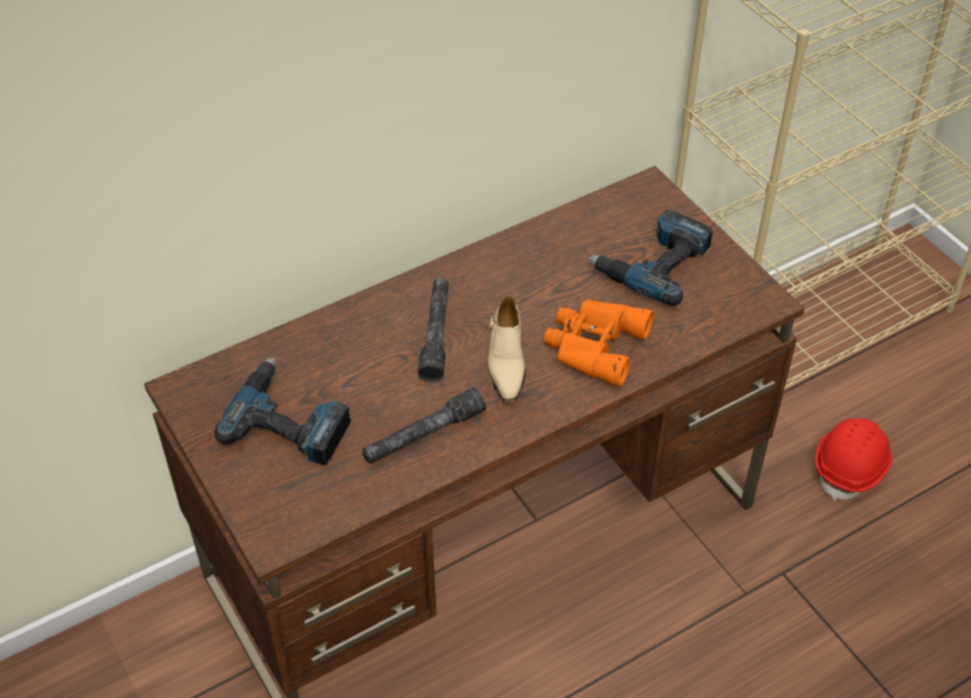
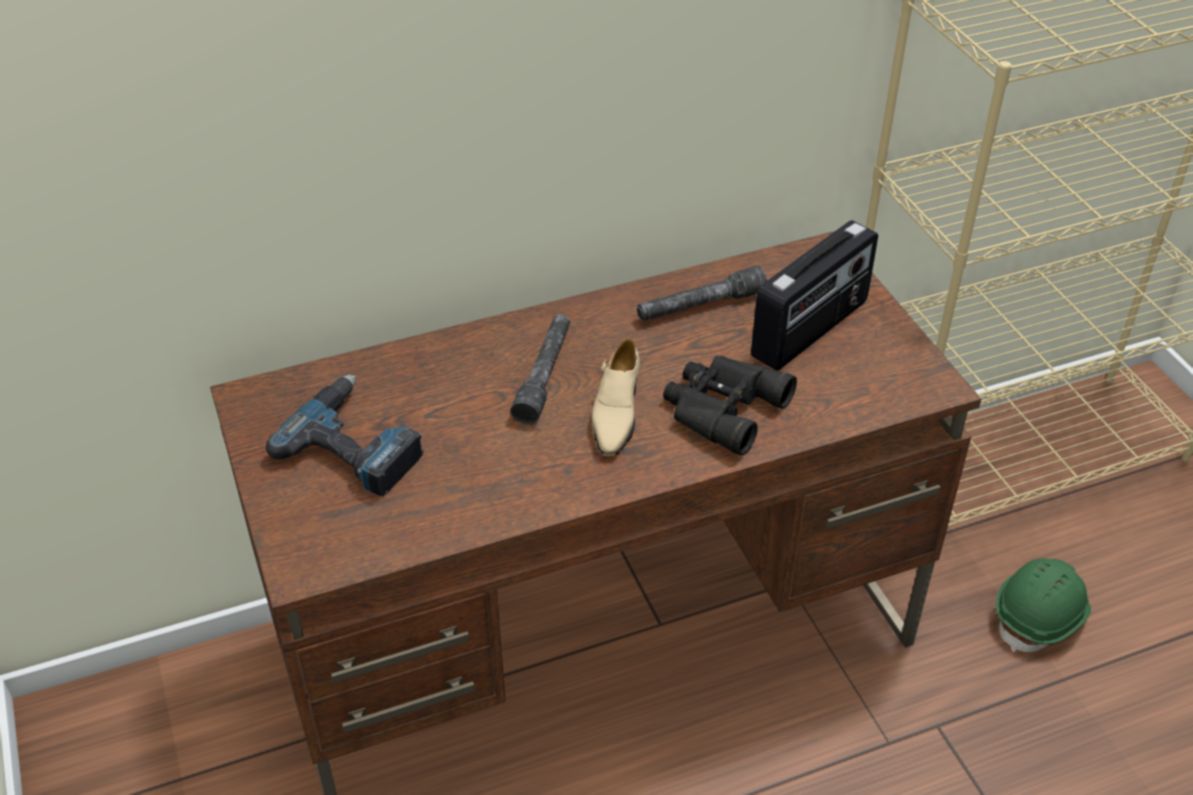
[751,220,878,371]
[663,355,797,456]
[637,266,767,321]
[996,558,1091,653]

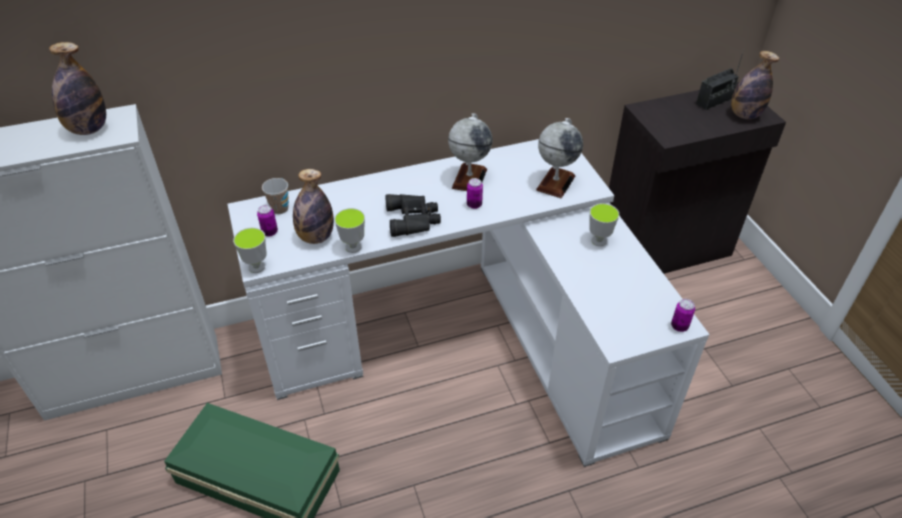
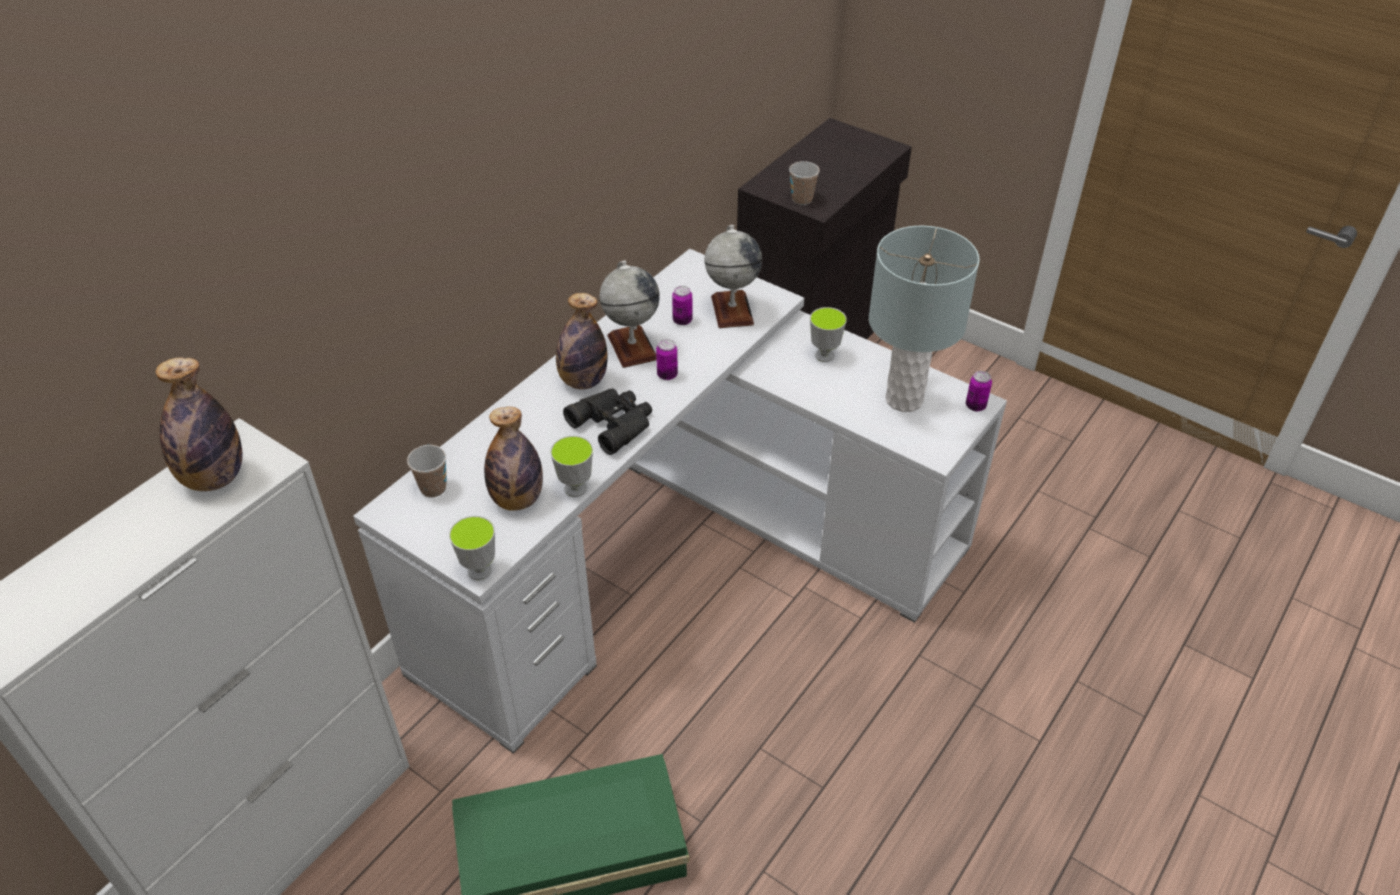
[696,49,744,110] (first image)
[556,293,608,390]
[672,286,692,325]
[789,161,820,205]
[869,226,980,412]

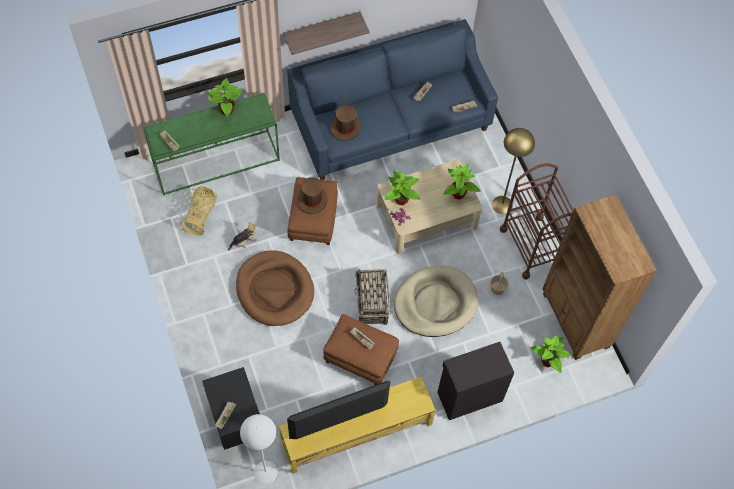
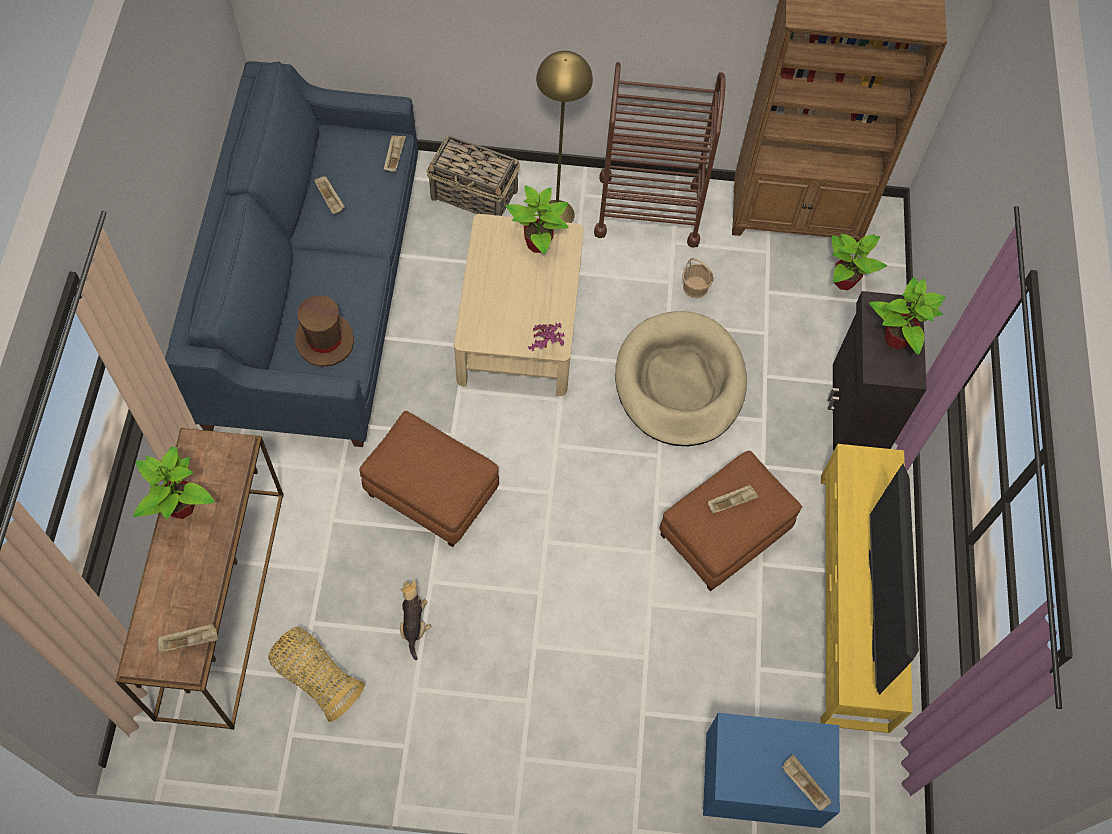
[283,12,370,55] (first image)
[115,428,284,730]
[869,277,946,355]
[297,177,328,214] (first image)
[236,250,314,326] (first image)
[426,135,520,216]
[703,713,840,828]
[240,414,278,484] (first image)

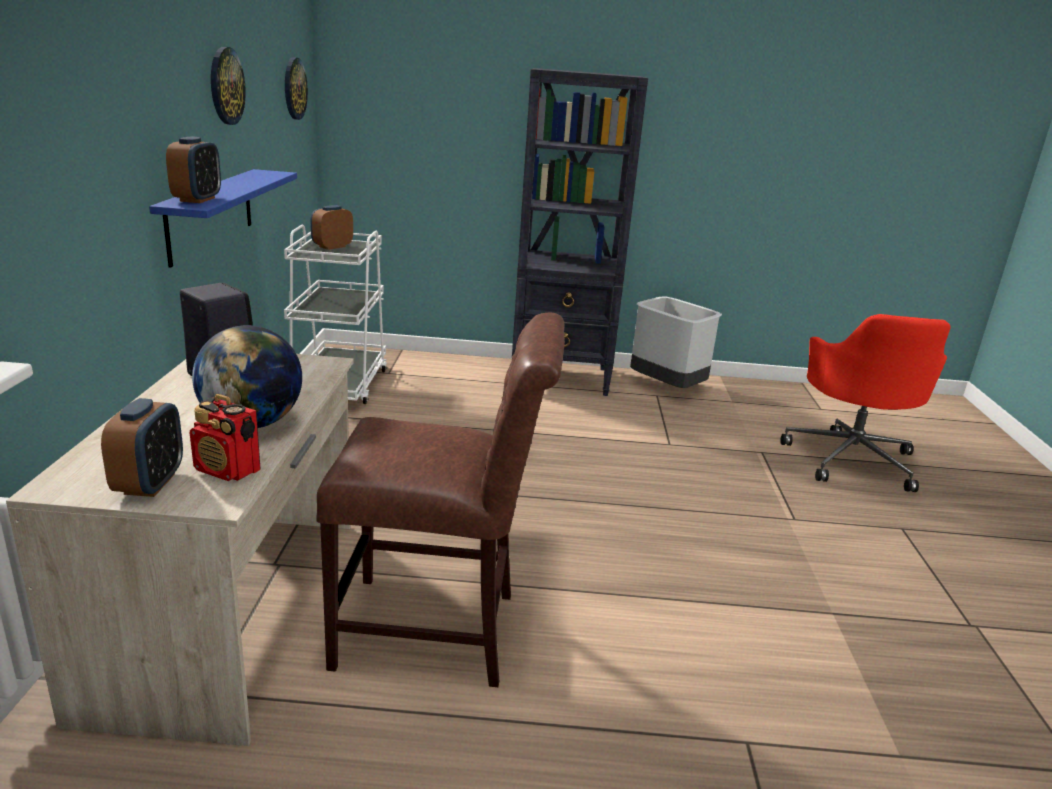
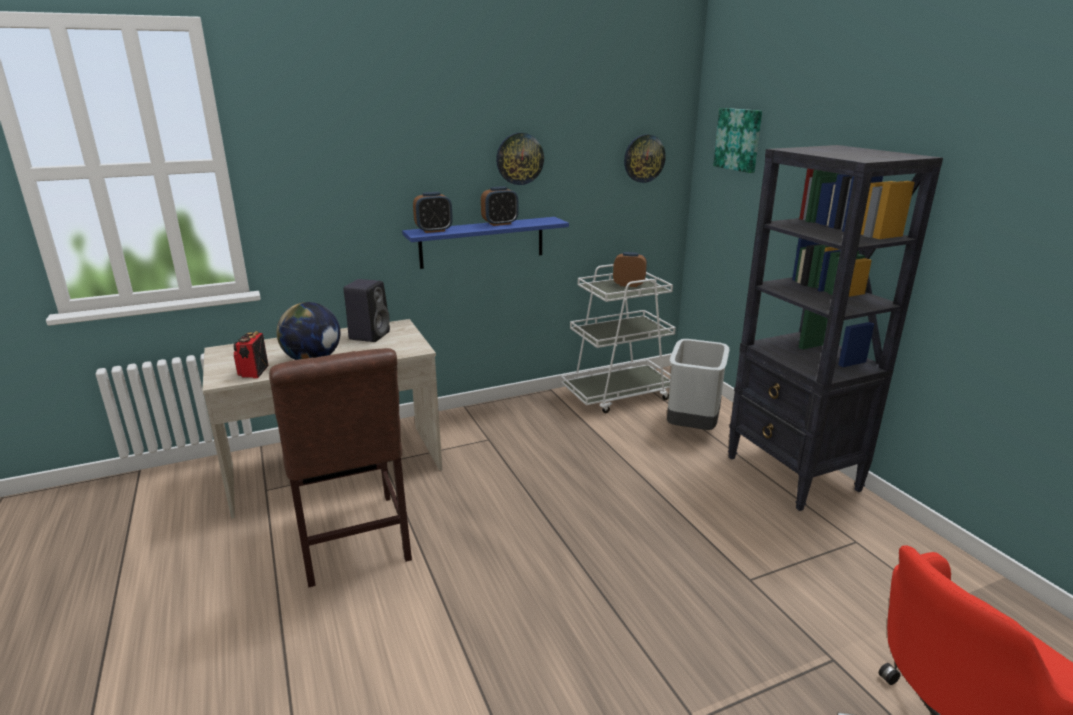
[667,339,729,430]
[481,186,518,226]
[713,108,762,173]

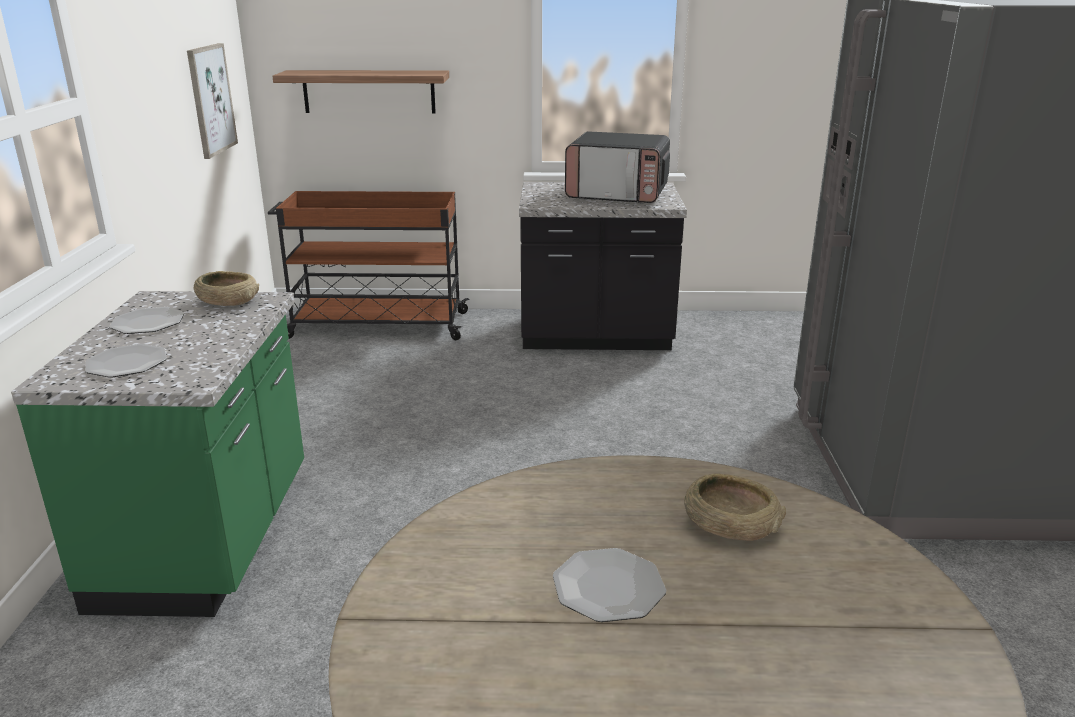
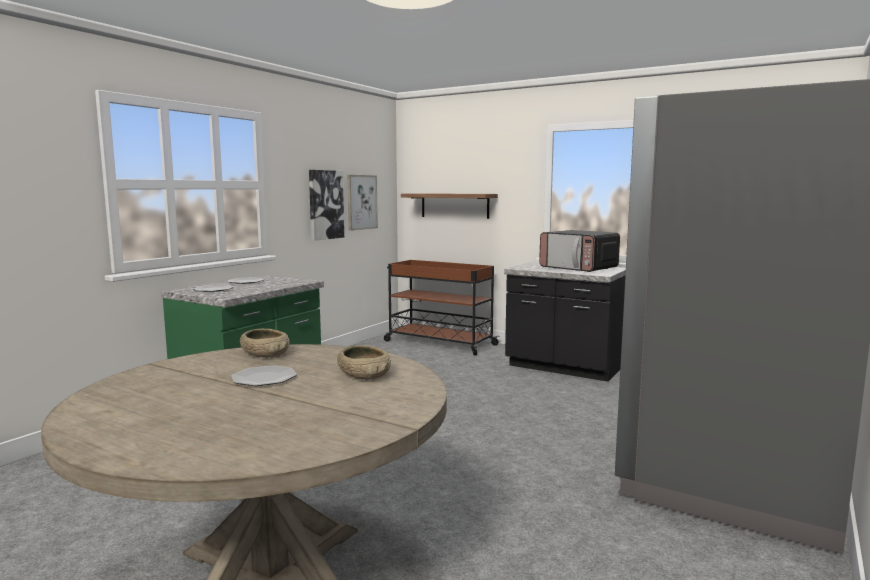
[240,329,290,357]
[309,170,344,241]

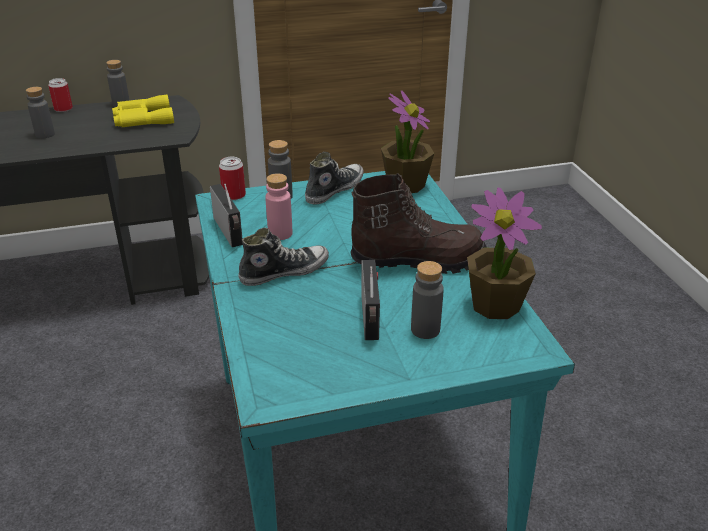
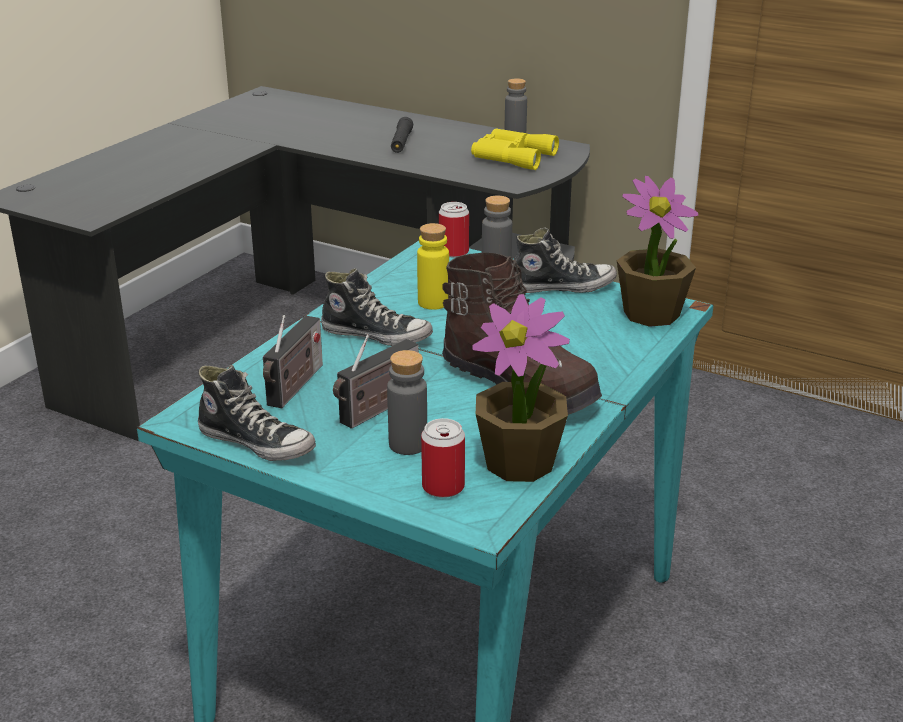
[421,418,465,498]
[391,117,413,153]
[417,223,449,310]
[263,315,323,408]
[198,365,316,461]

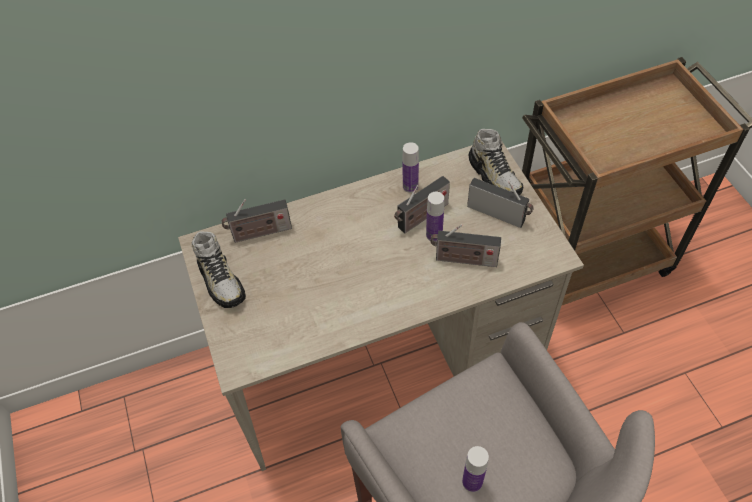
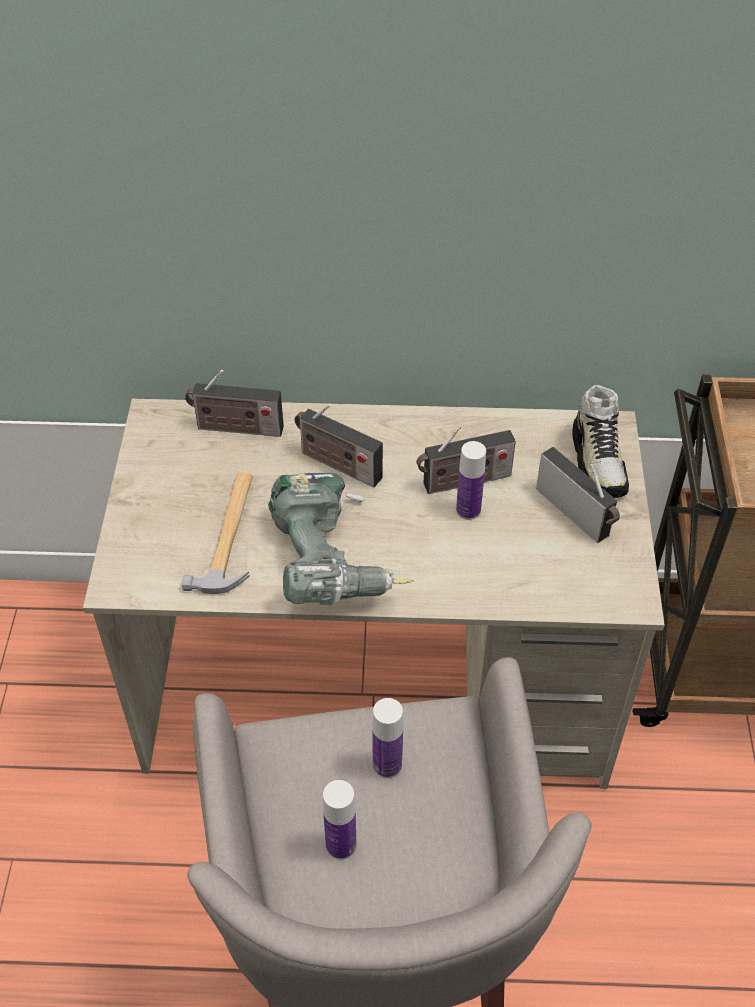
[372,698,403,778]
[295,404,383,487]
[191,231,246,308] (first image)
[182,472,253,594]
[268,472,415,605]

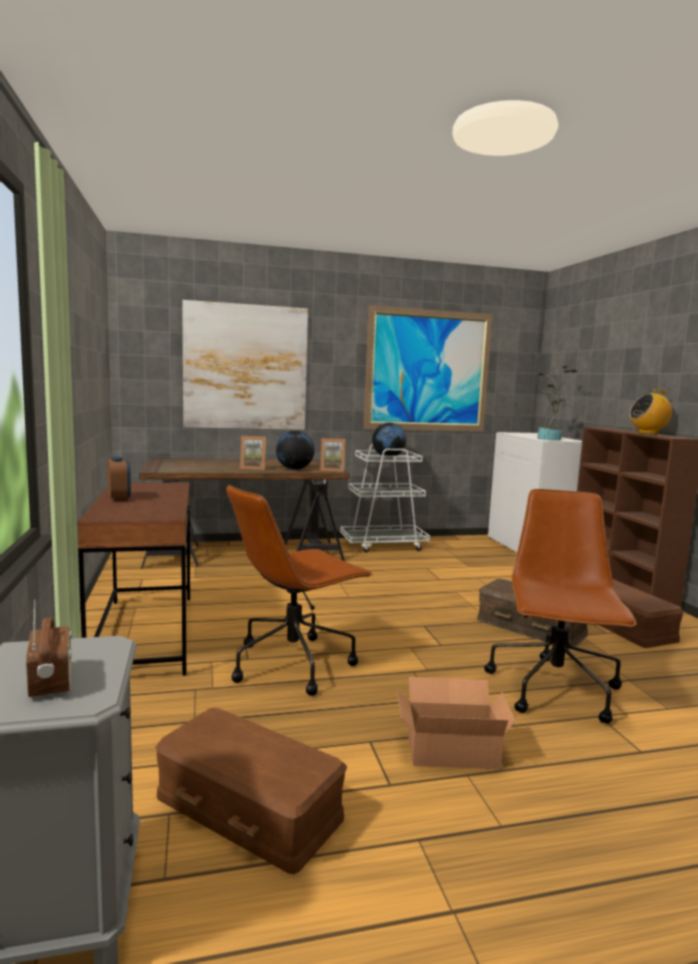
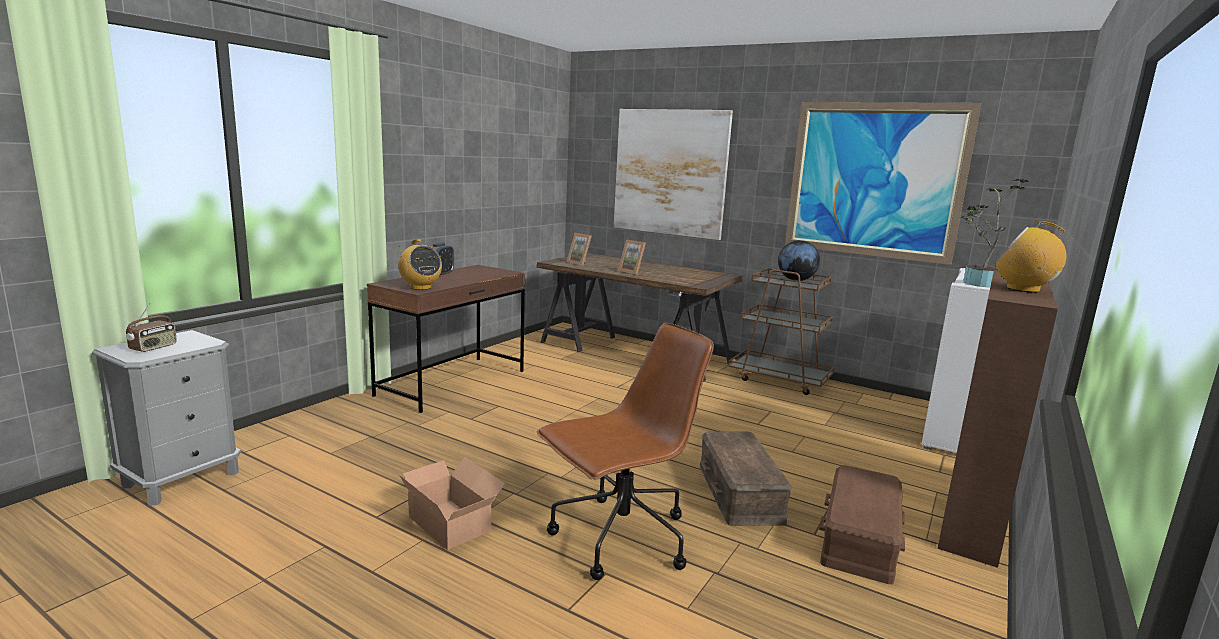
[276,431,315,470] (first image)
[567,233,591,266]
[728,268,834,395]
[226,485,373,696] (first image)
[155,708,347,874] (first image)
[398,239,442,290]

